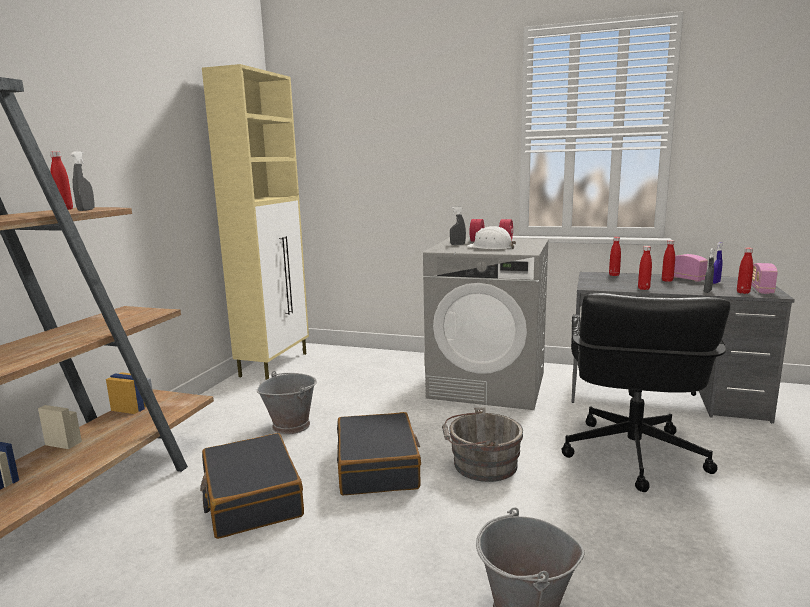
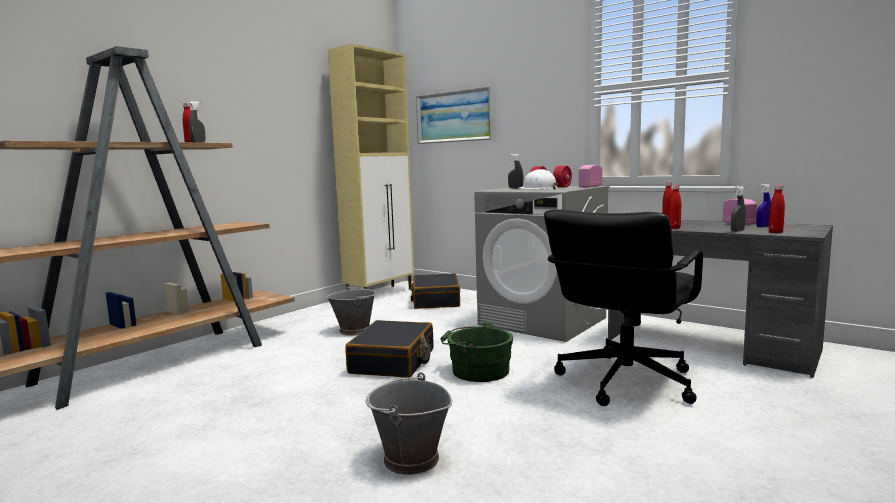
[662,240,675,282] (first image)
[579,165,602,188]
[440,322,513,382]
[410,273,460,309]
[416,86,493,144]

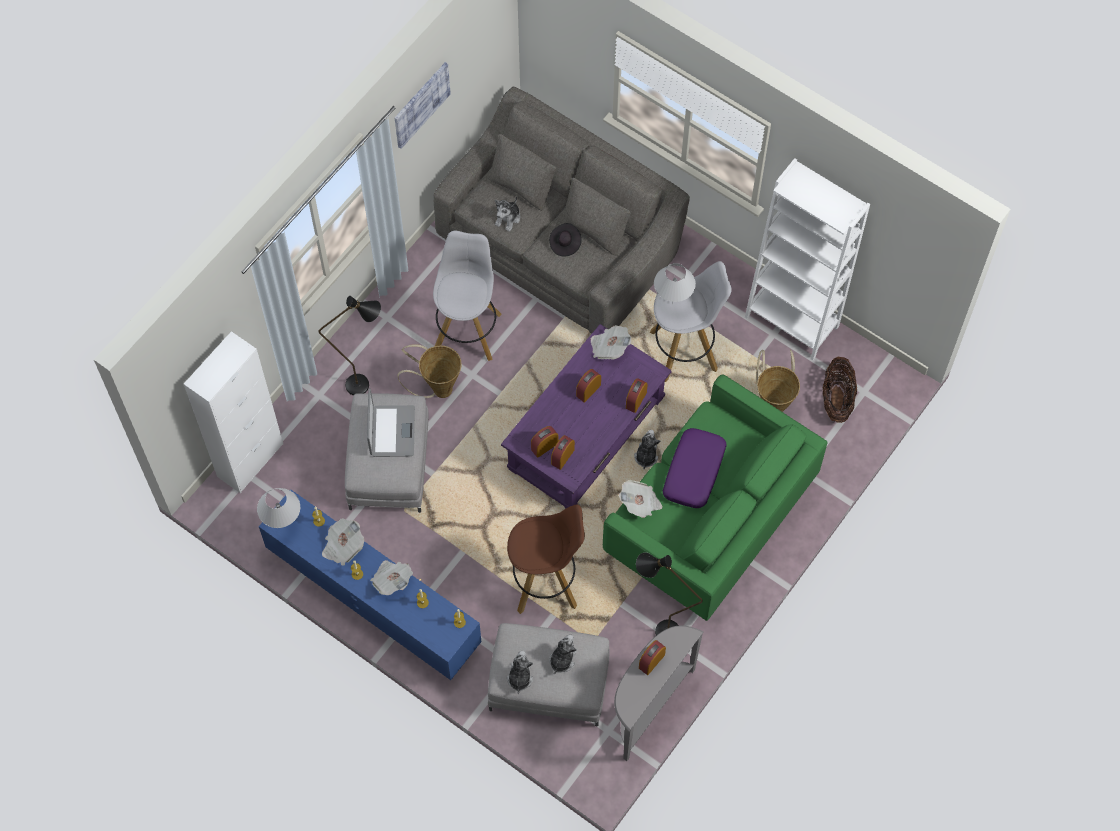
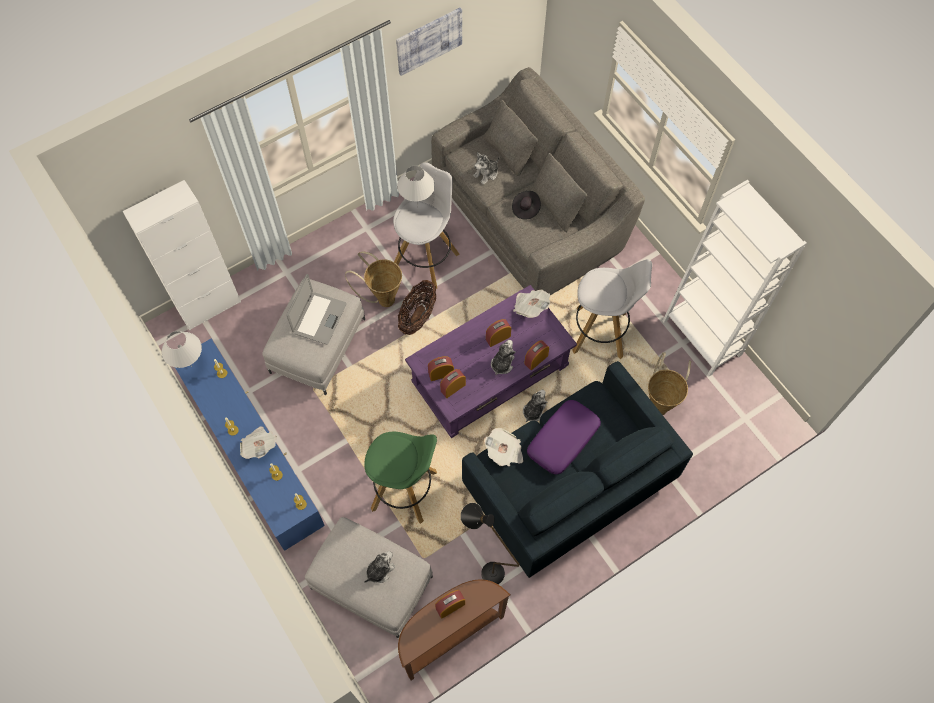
[397,166,435,207]
[318,296,381,396] (first image)
[398,280,437,335]
[462,361,693,578]
[364,432,437,524]
[322,518,364,566] (first image)
[398,579,510,680]
[491,340,516,375]

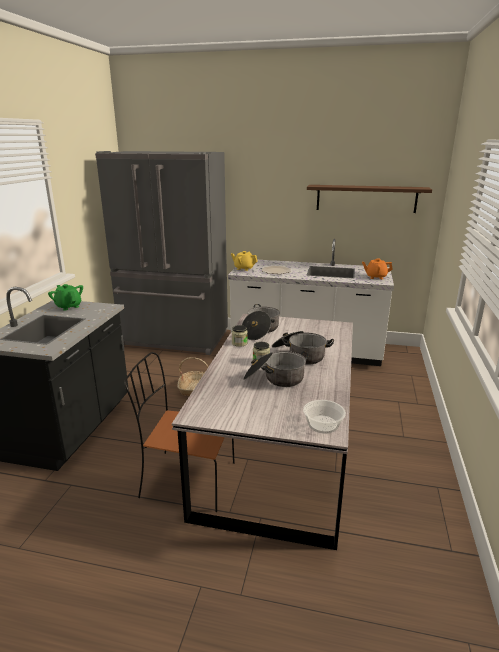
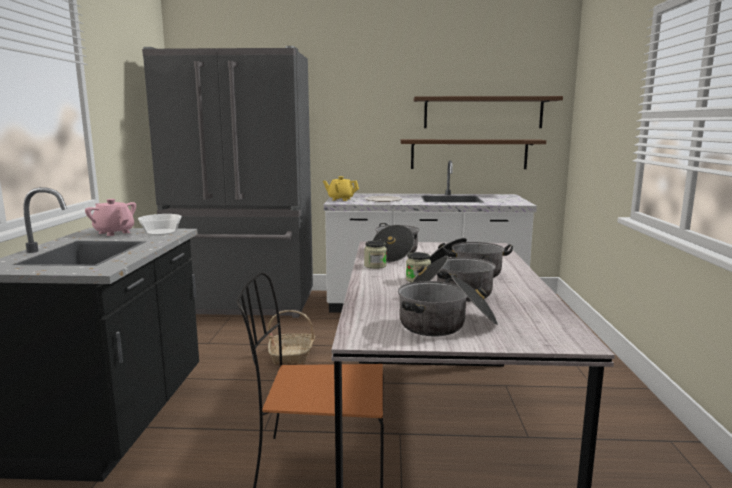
[362,258,393,279] (first image)
[85,199,136,236]
[138,214,182,236]
[400,139,546,169]
[398,275,498,336]

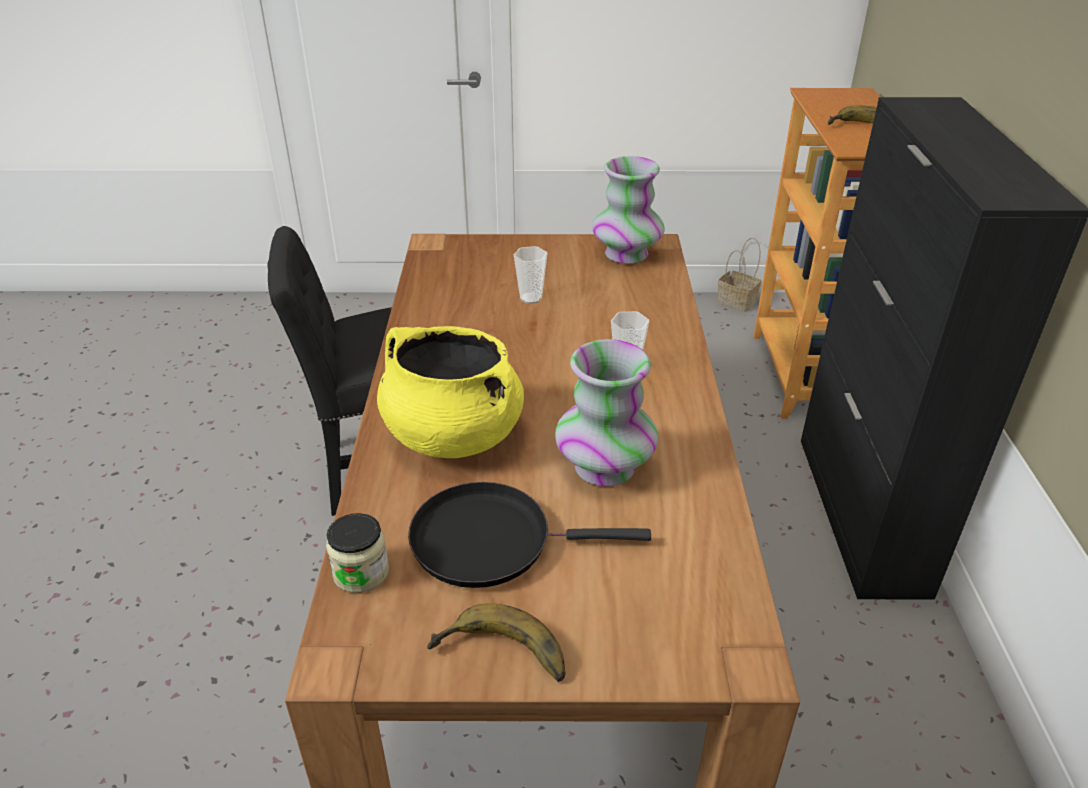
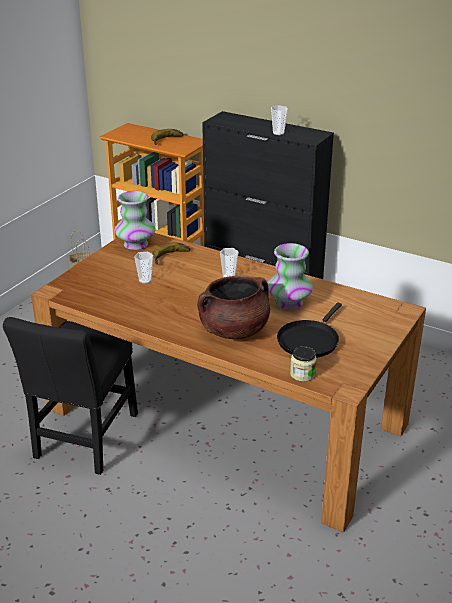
[197,276,270,339]
[152,243,191,264]
[271,105,288,135]

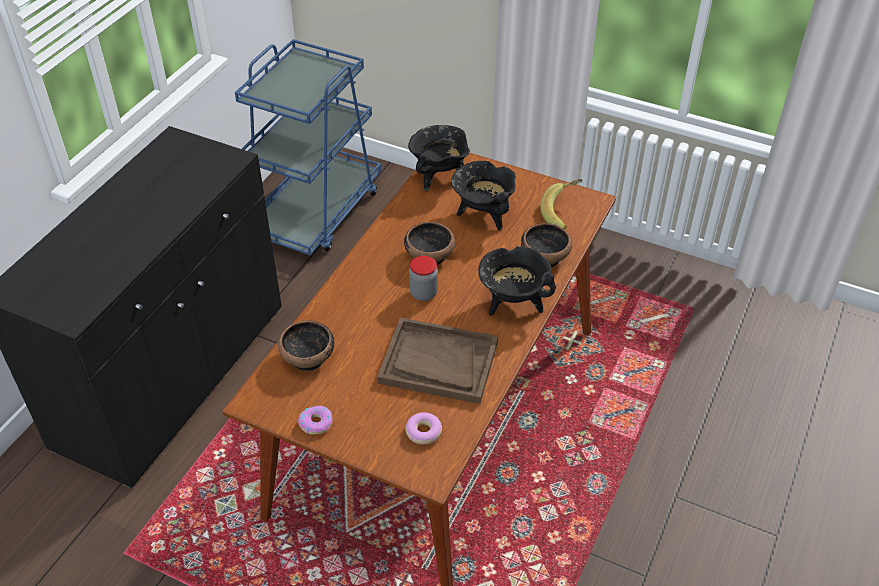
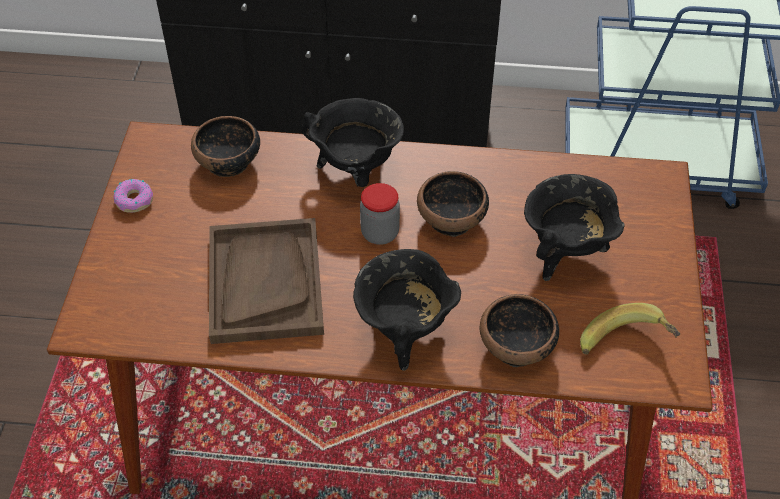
[301,98,404,187]
[405,412,442,445] (first image)

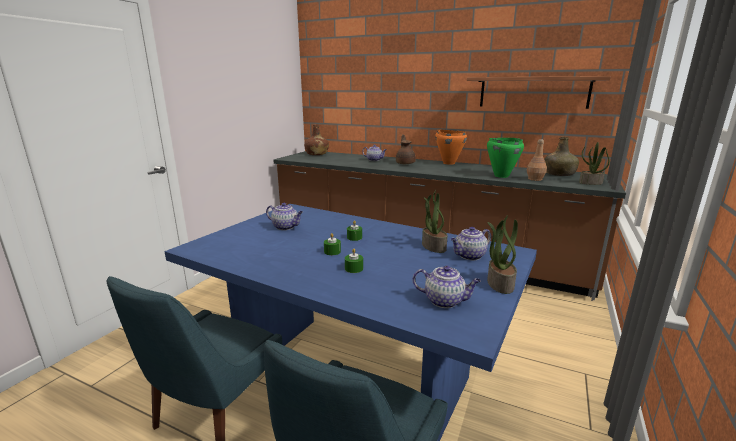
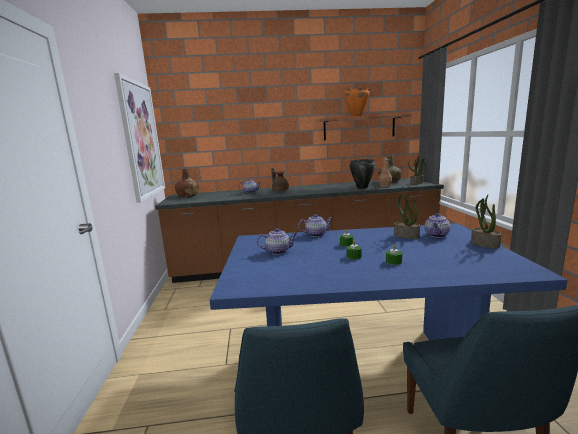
[344,88,370,117]
[349,159,375,189]
[298,214,332,237]
[114,73,165,203]

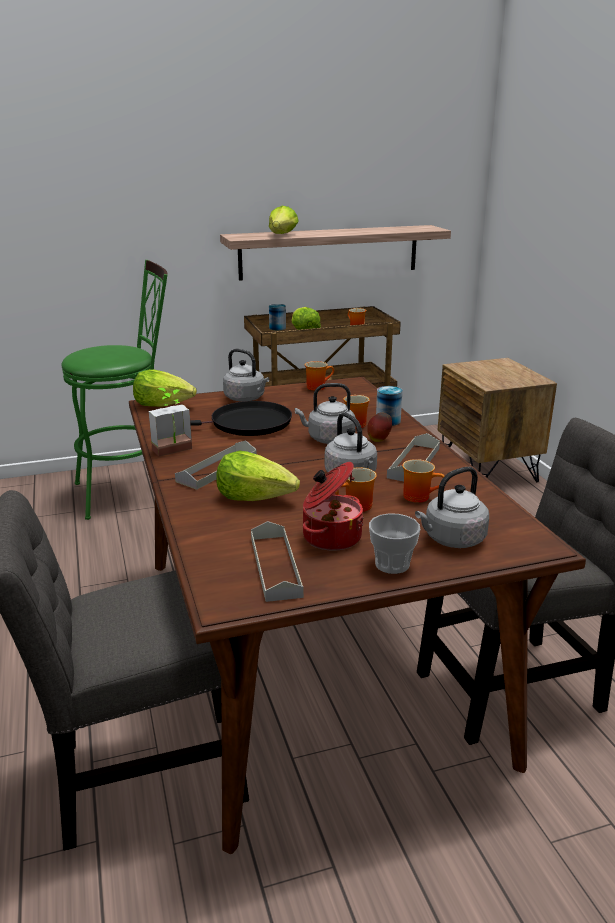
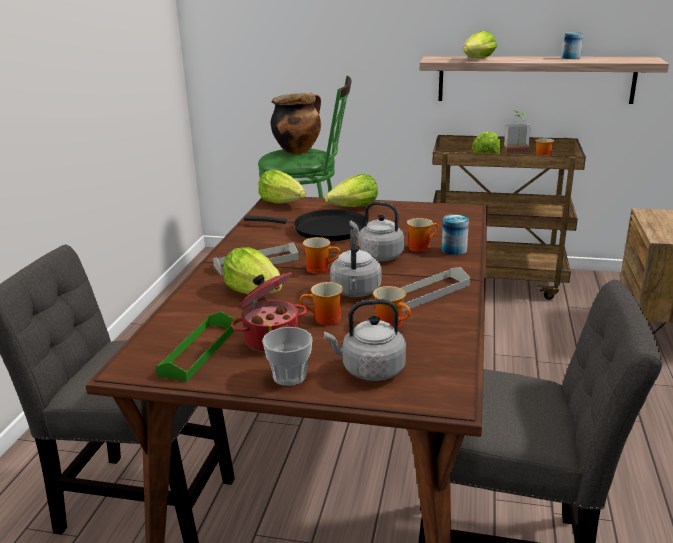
[562,32,583,59]
[324,174,378,207]
[303,237,341,274]
[504,110,531,153]
[367,412,392,442] (first image)
[155,312,236,382]
[271,93,321,154]

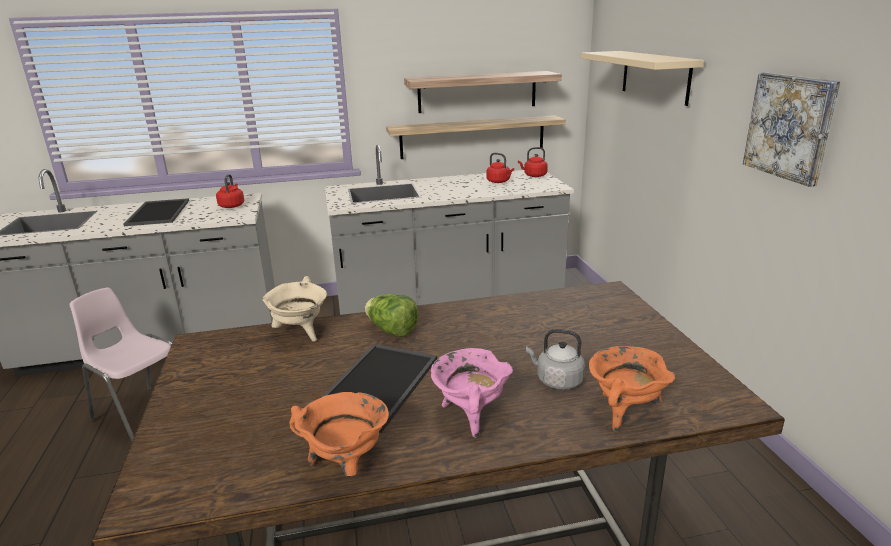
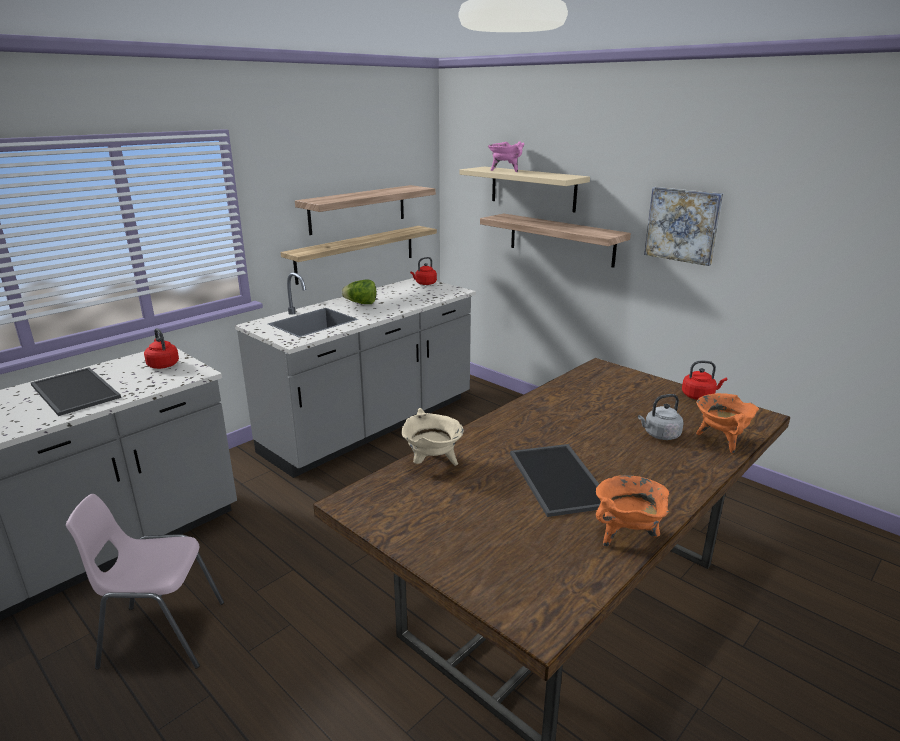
[682,361,727,400]
[342,280,376,304]
[488,141,525,172]
[480,214,631,268]

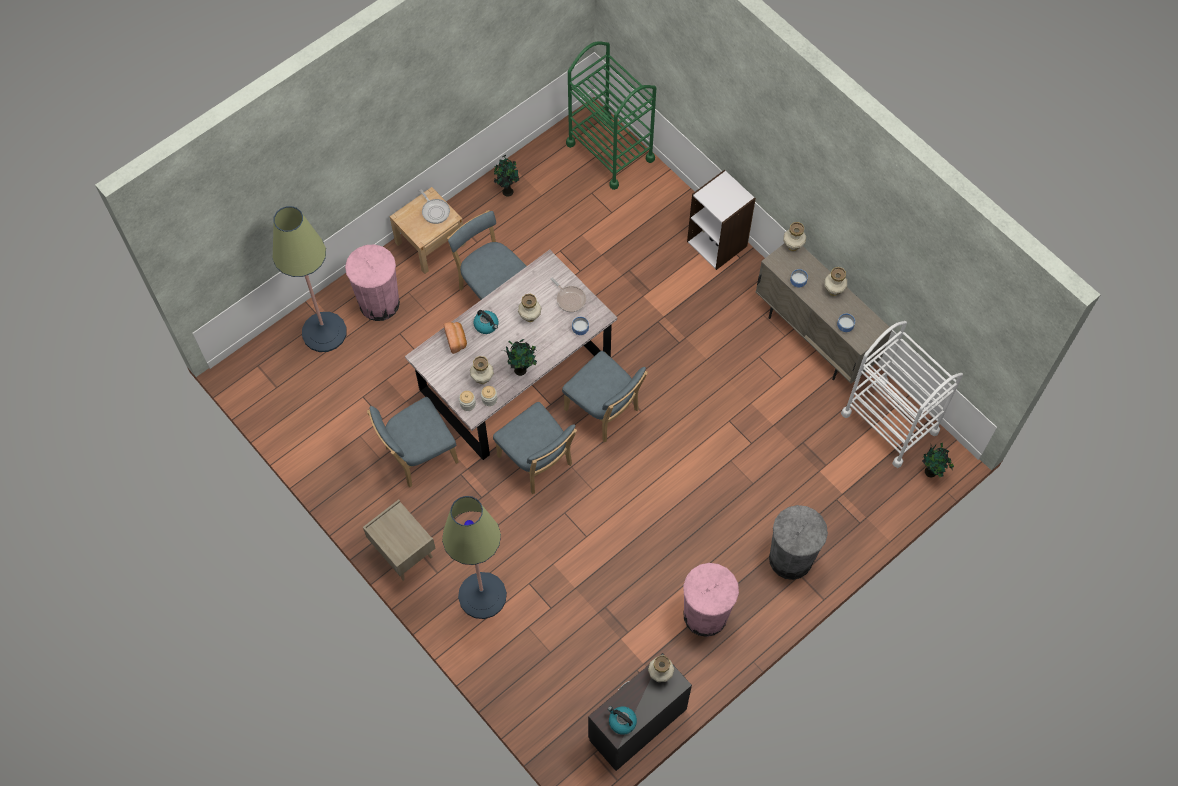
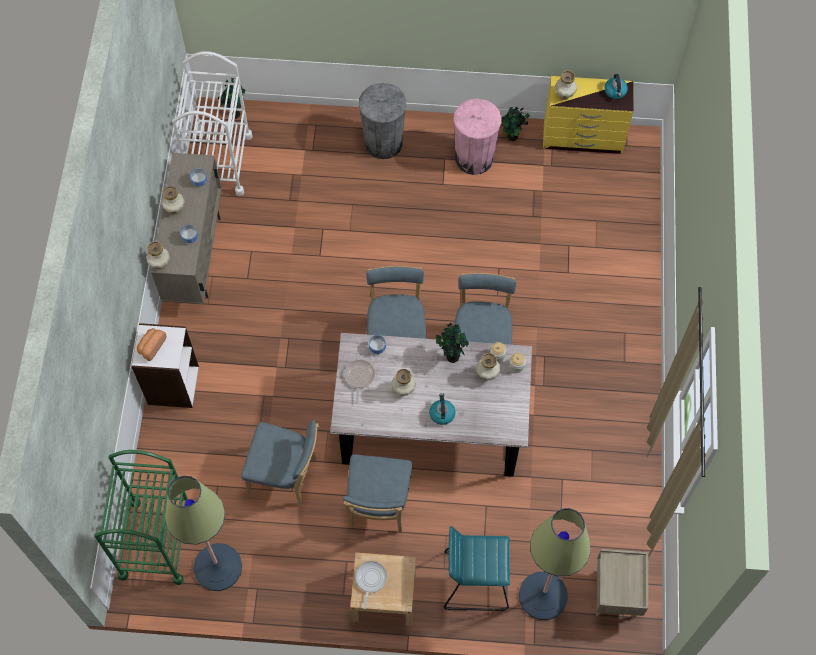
[501,106,530,141]
[444,526,510,611]
[137,328,167,361]
[241,420,319,505]
[165,476,242,591]
[596,549,648,619]
[543,76,634,154]

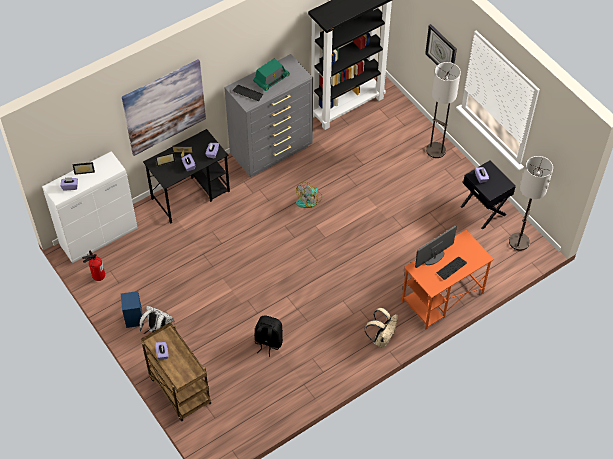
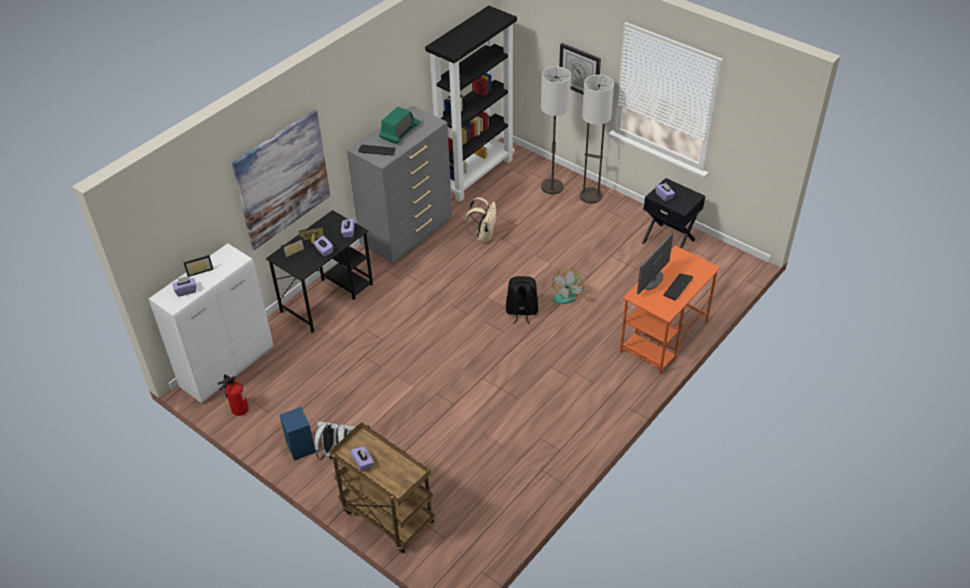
[541,66,571,194]
[552,269,584,304]
[464,197,496,242]
[506,276,538,324]

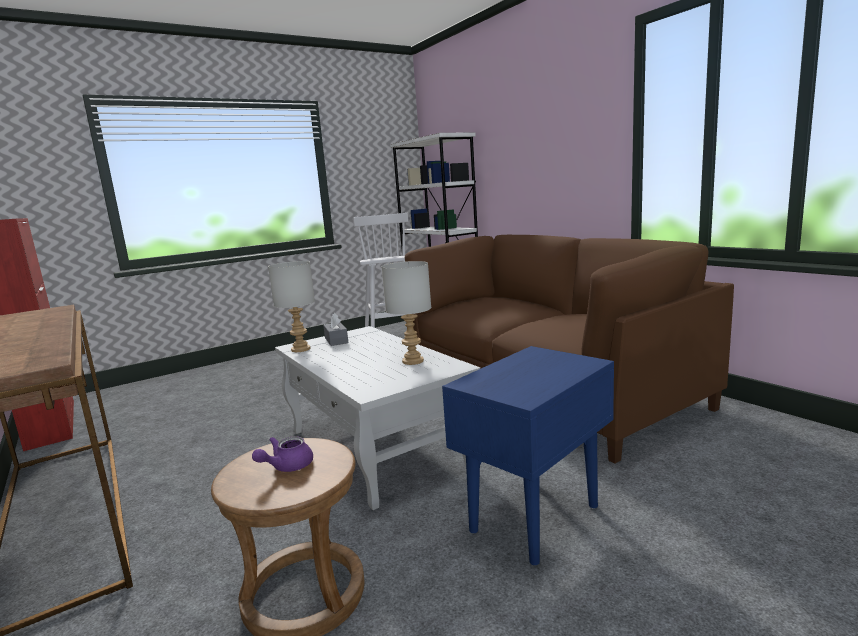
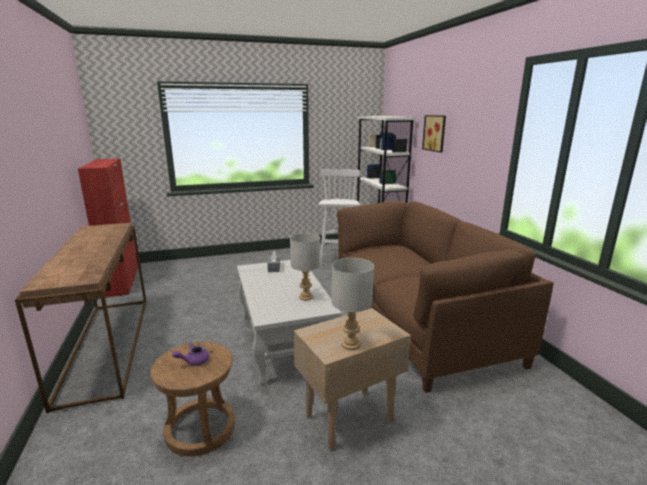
[332,258,374,350]
[293,308,411,450]
[422,115,446,153]

